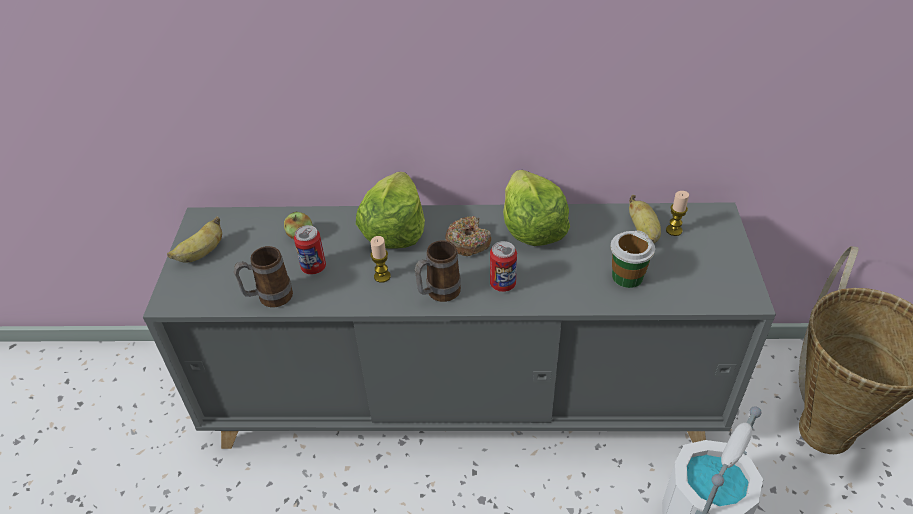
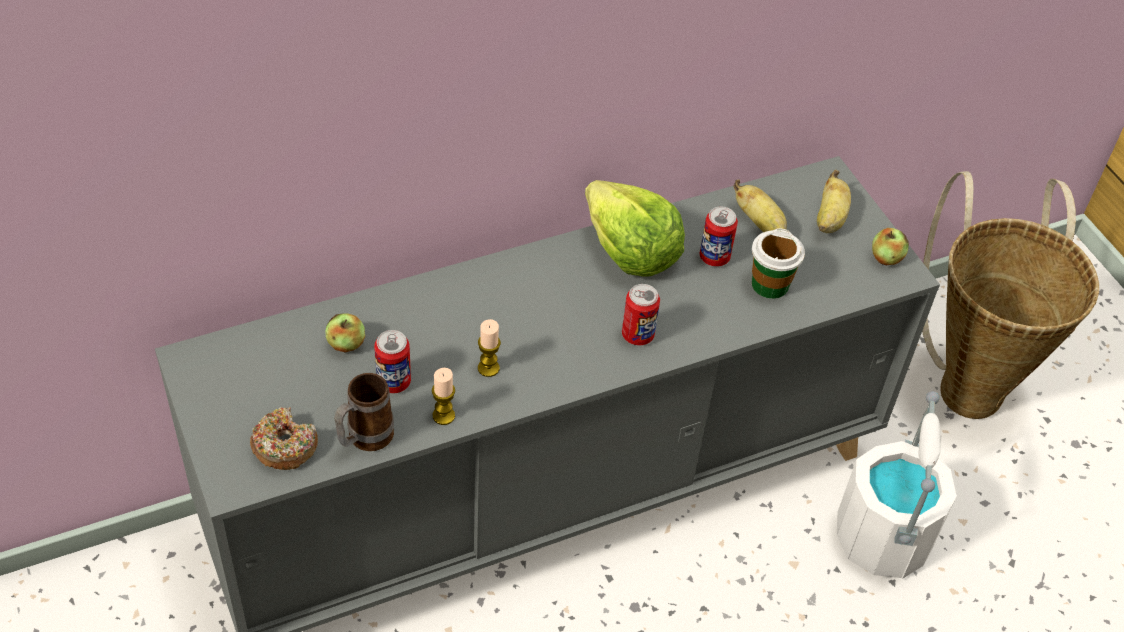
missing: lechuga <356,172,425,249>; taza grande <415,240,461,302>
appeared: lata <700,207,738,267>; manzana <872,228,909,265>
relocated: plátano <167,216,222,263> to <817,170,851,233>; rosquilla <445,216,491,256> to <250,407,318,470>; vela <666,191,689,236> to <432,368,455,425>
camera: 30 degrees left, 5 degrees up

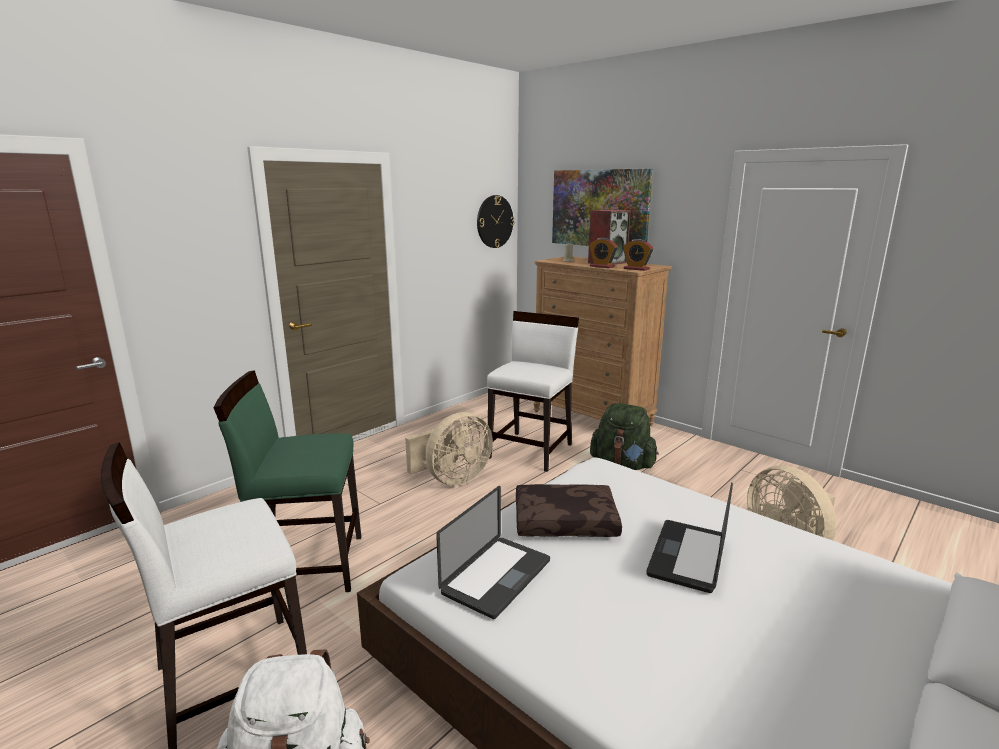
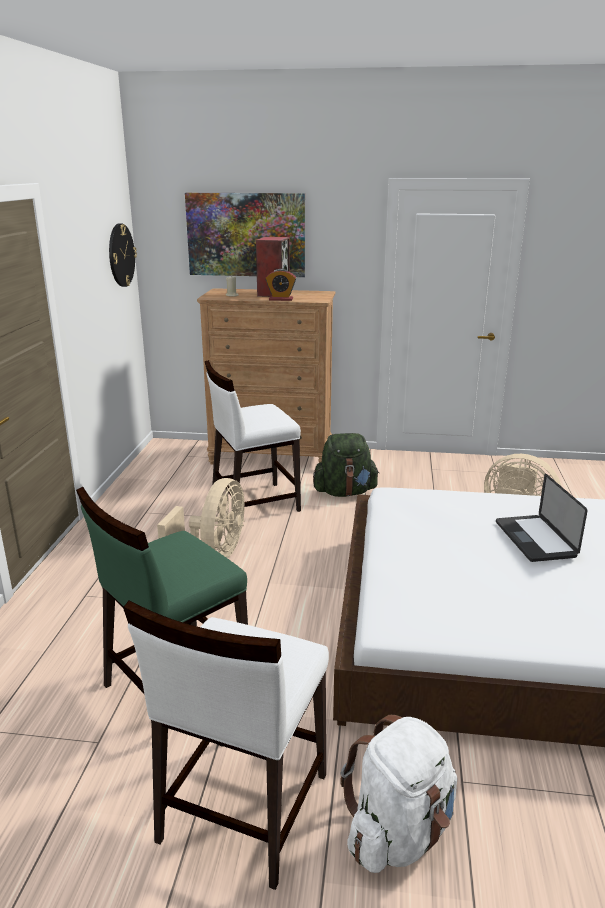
missing: portátil <436,486,550,619>; cojín [marrón] <516,484,622,537>; despertador <623,239,653,271>
spun: silla [blanco] <487,311,579,472> = <205,360,301,512> 105 degrees counterclockwise
camera: 35 degrees left, 5 degrees up

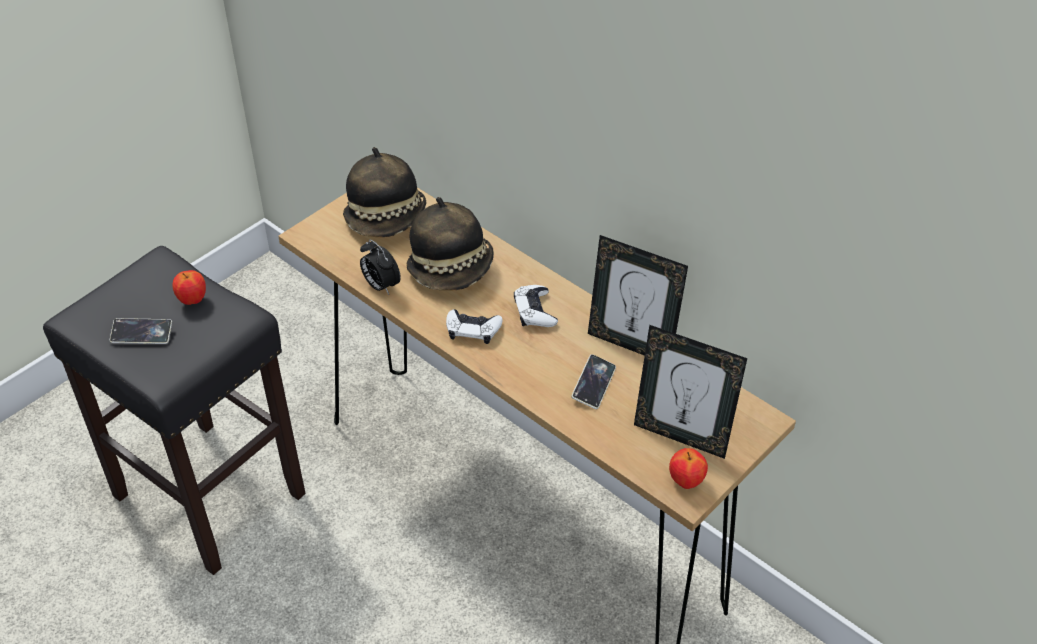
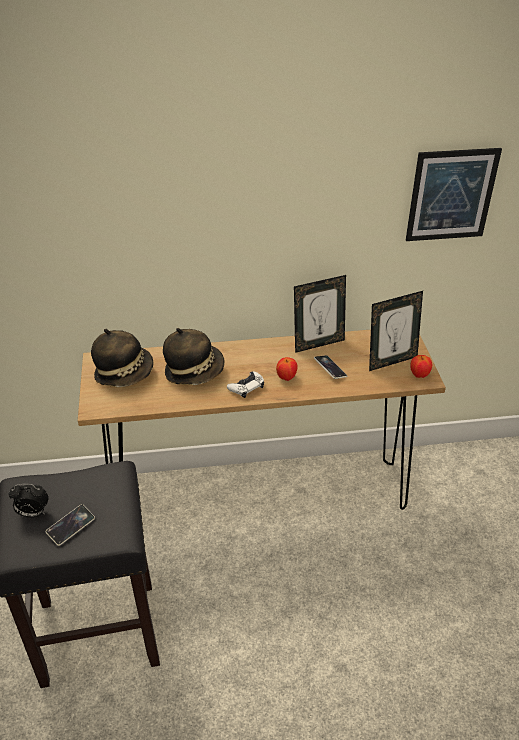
missing: mando de consola [blanco] <514,285,558,327>
appeared: cuadro <406,148,502,241>
relocated: manzana <172,270,206,305> to <276,357,298,381>; despertador <360,240,401,295> to <9,484,49,518>
camera: 50 degrees left, 5 degrees down

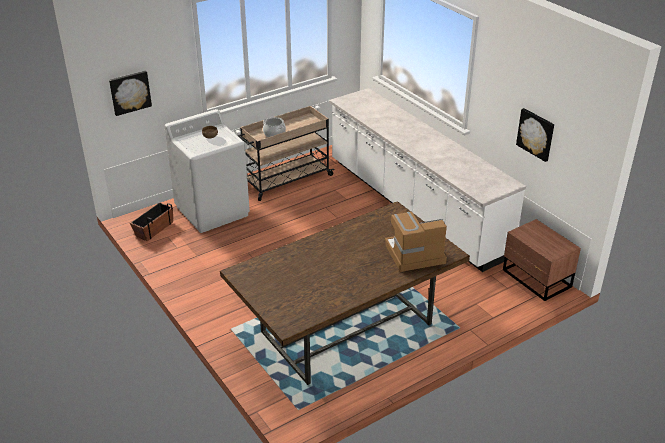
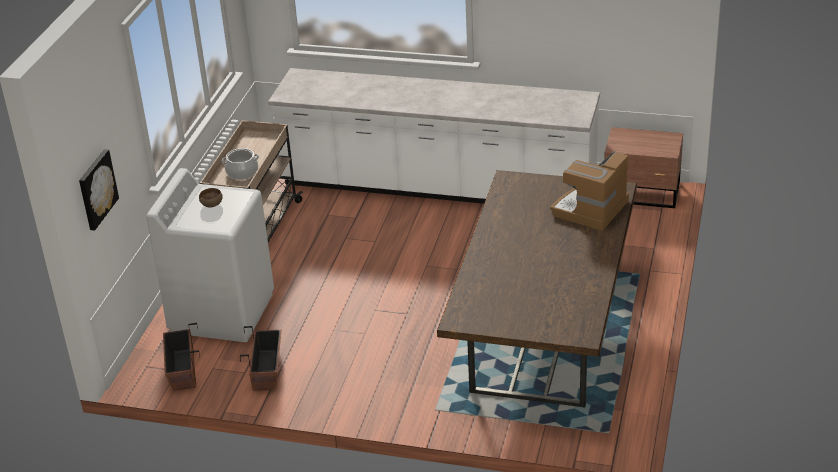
missing: cuadro <516,108,554,162>
appeared: maceta <240,326,282,391>
camera: 40 degrees left, 0 degrees up

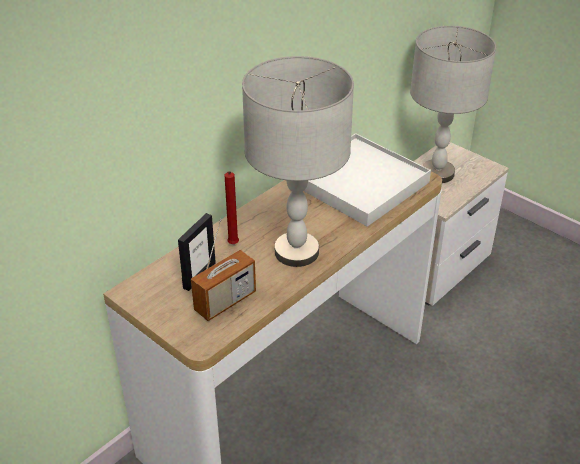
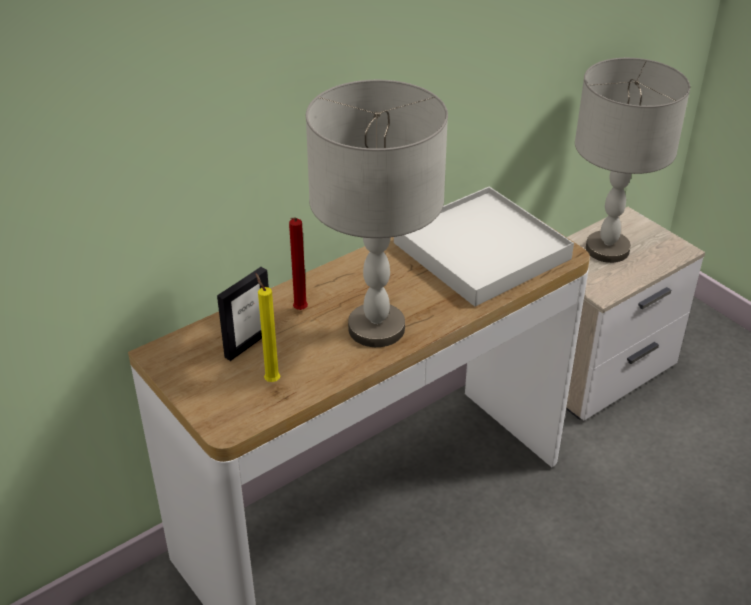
exchanged: radio <191,219,256,321> to vela [amarillo] <256,273,280,382>
camera: 10 degrees right, 0 degrees up

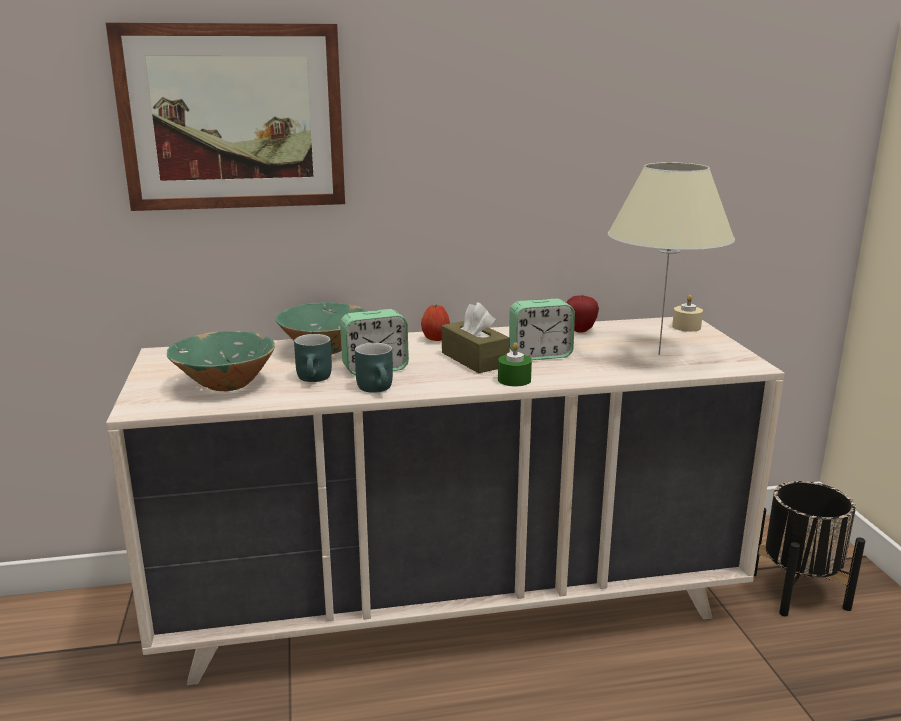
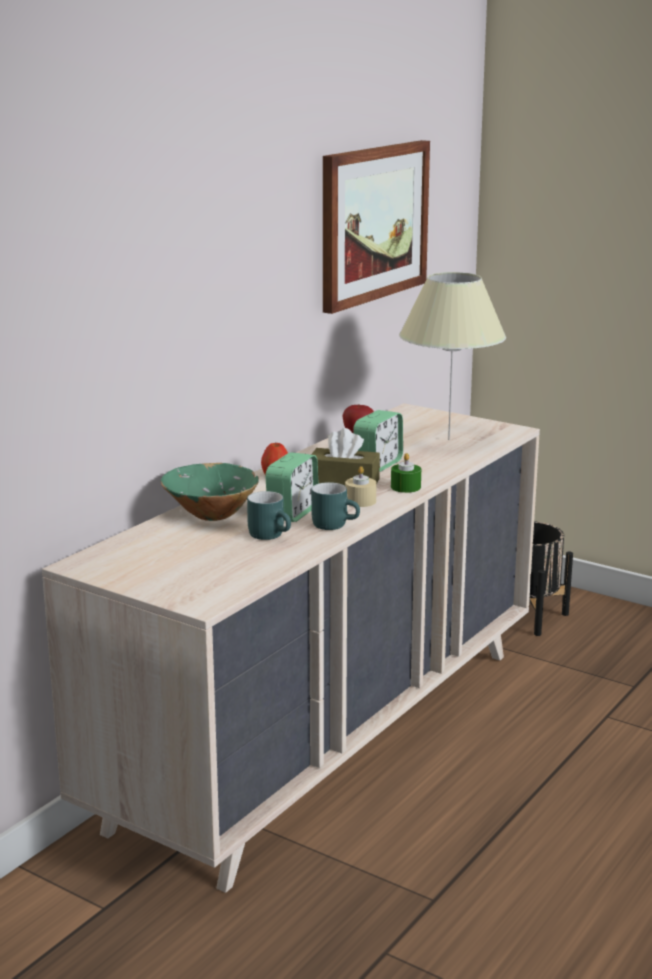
missing: cuenco [verde] <167,331,275,391>
relocated: cuadro <106,23,345,211> to <323,140,430,314>; vela [beis] <672,295,703,332> to <345,466,376,507>
camera: 45 degrees left, 0 degrees up

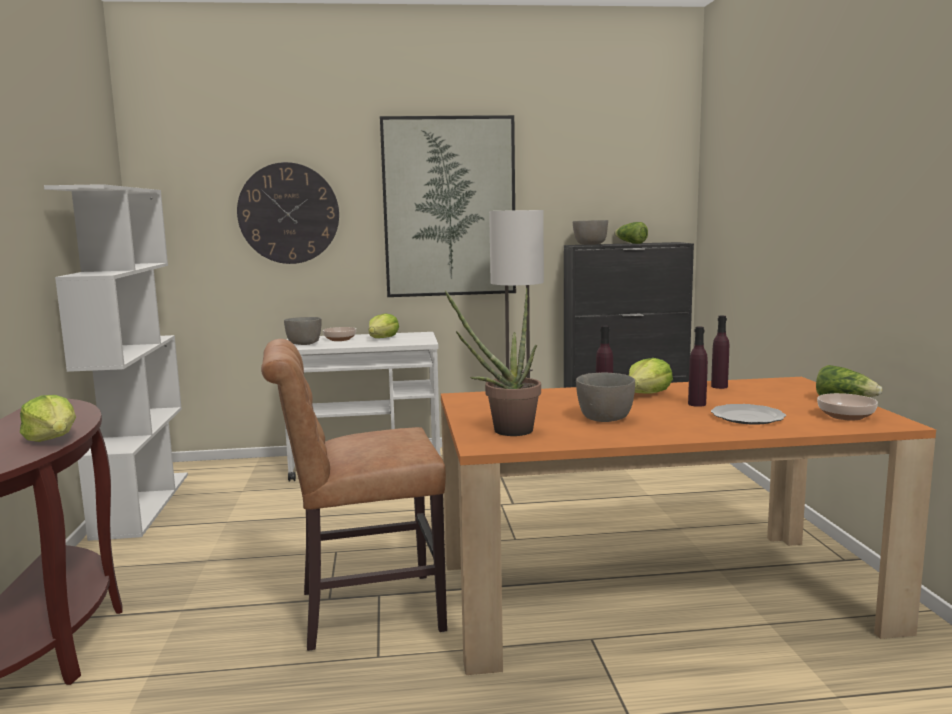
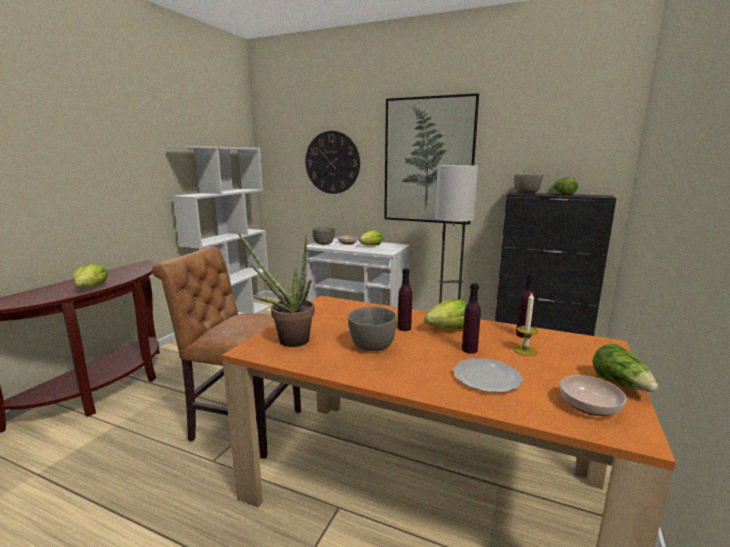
appeared: vela <513,293,538,356>
camera: 30 degrees right, 5 degrees up

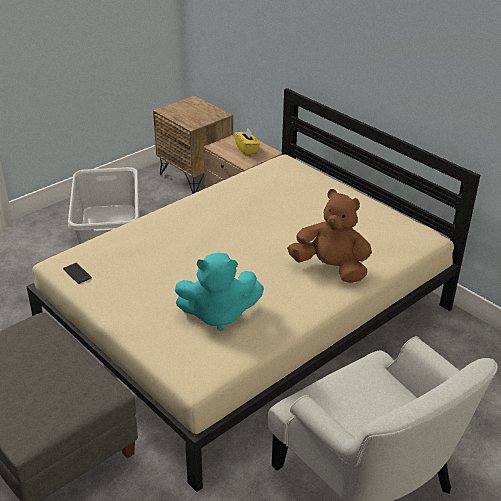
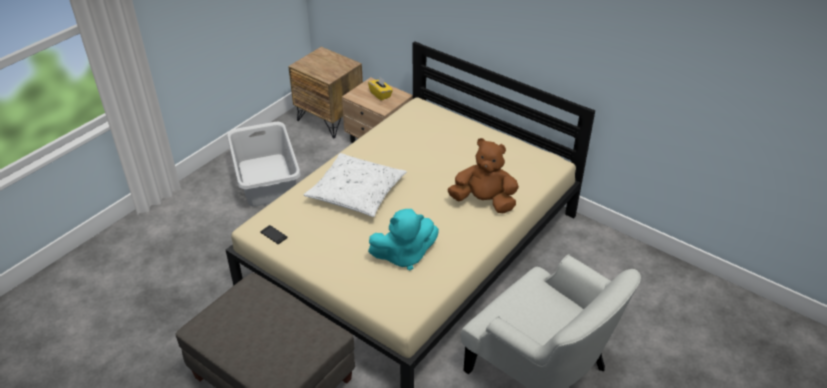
appeared: cojín [blanco] <303,153,407,217>
camera: 10 degrees left, 5 degrees up

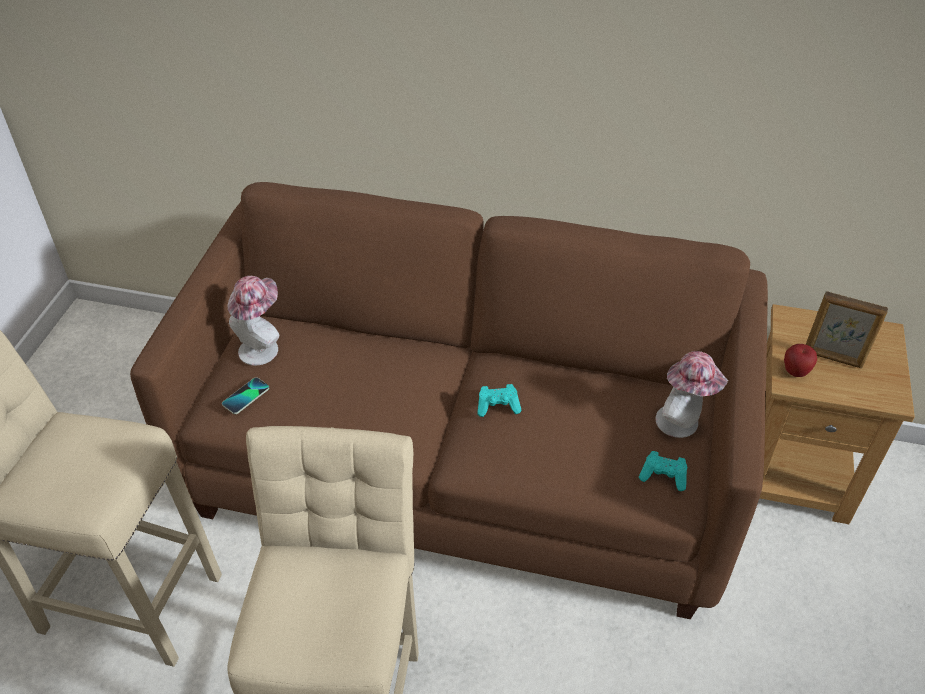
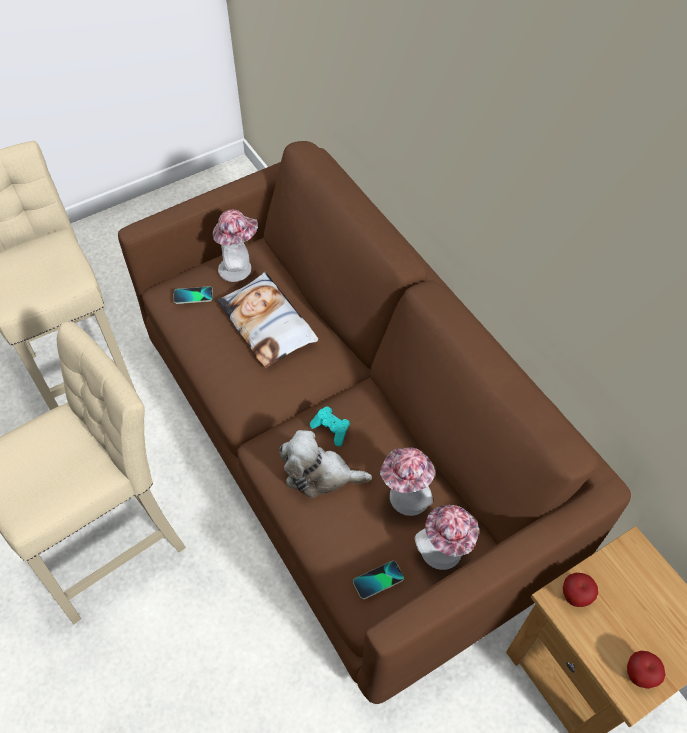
missing: portarretratos <806,291,888,368>
appeared: cojín <217,272,318,368>; peluche <280,430,372,498>; sombrero <380,447,435,516>; manzana <627,651,666,689>
exchanged: mando de consola [turquesa] <639,451,687,491> to móvil <353,561,404,599>
camera: 45 degrees right, 10 degrees up

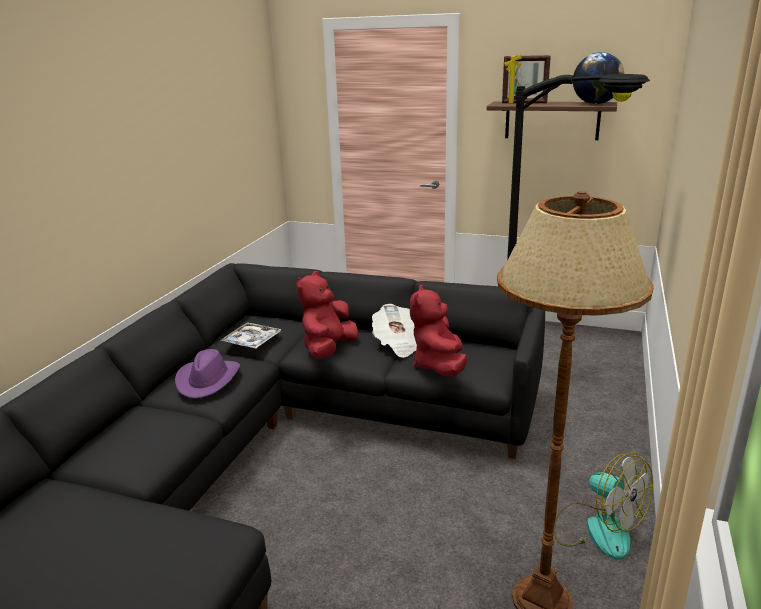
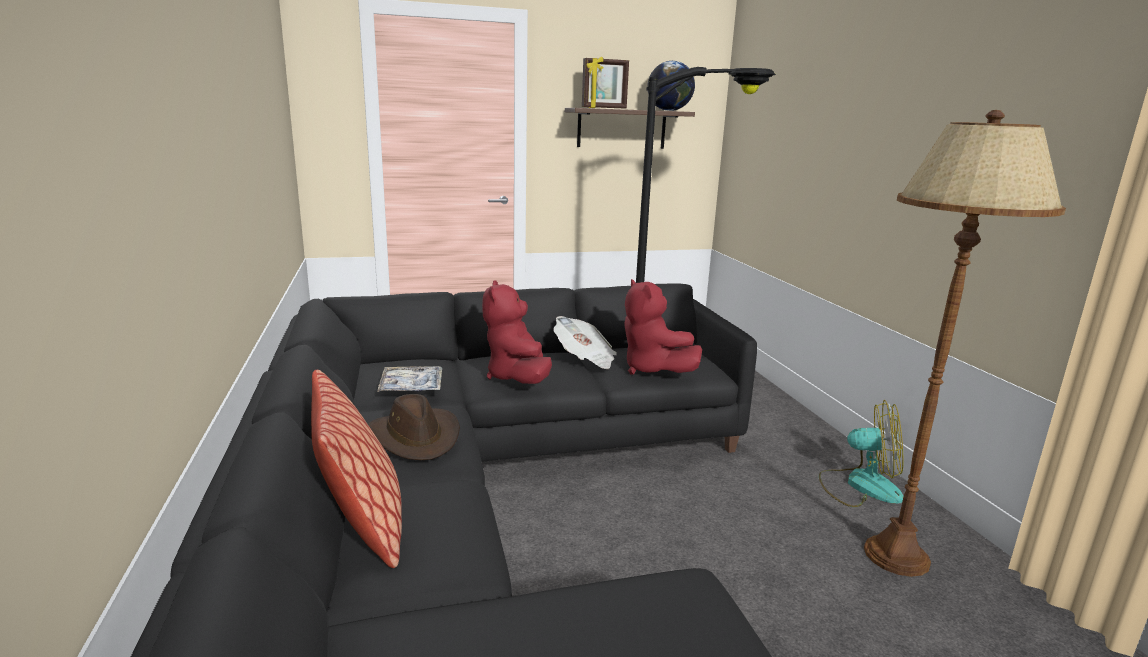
appeared: cojín <311,370,402,568>
colour: sombrero [morado] <175,349,240,399> to sombrero [marrón] <368,394,460,460>
camera: 35 degrees left, 5 degrees down

